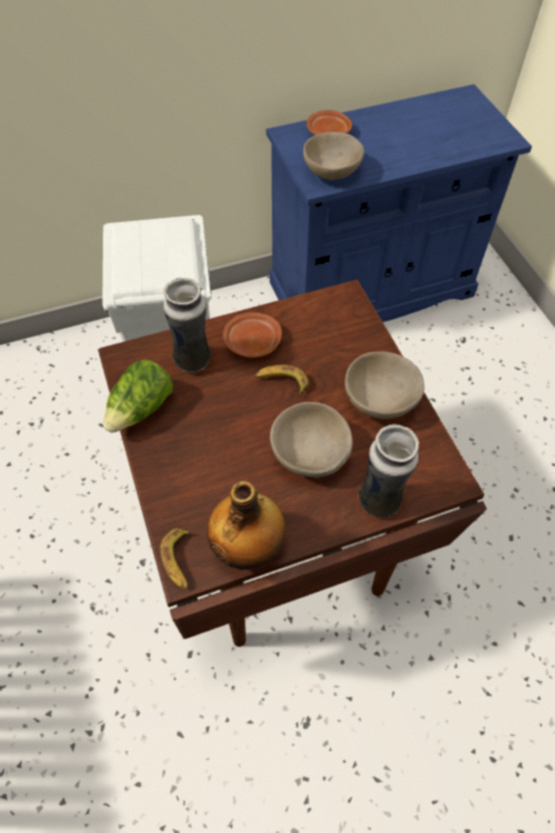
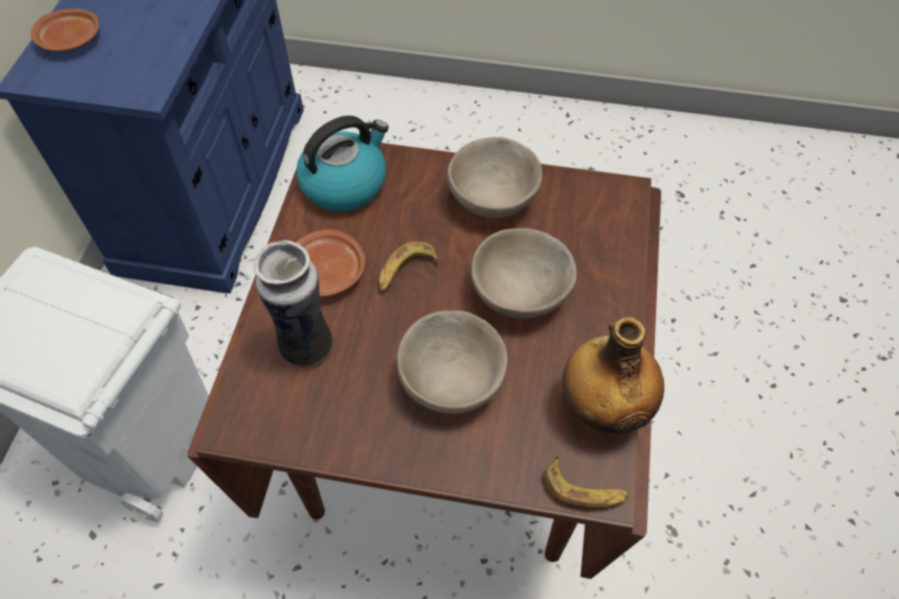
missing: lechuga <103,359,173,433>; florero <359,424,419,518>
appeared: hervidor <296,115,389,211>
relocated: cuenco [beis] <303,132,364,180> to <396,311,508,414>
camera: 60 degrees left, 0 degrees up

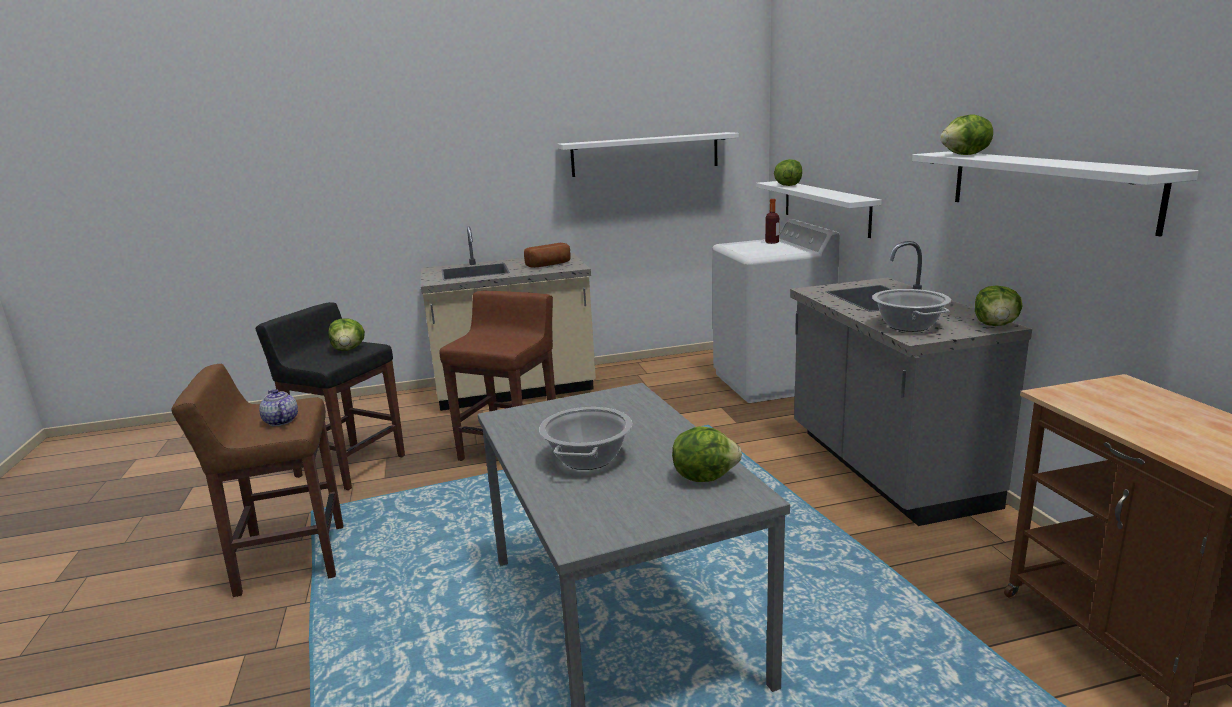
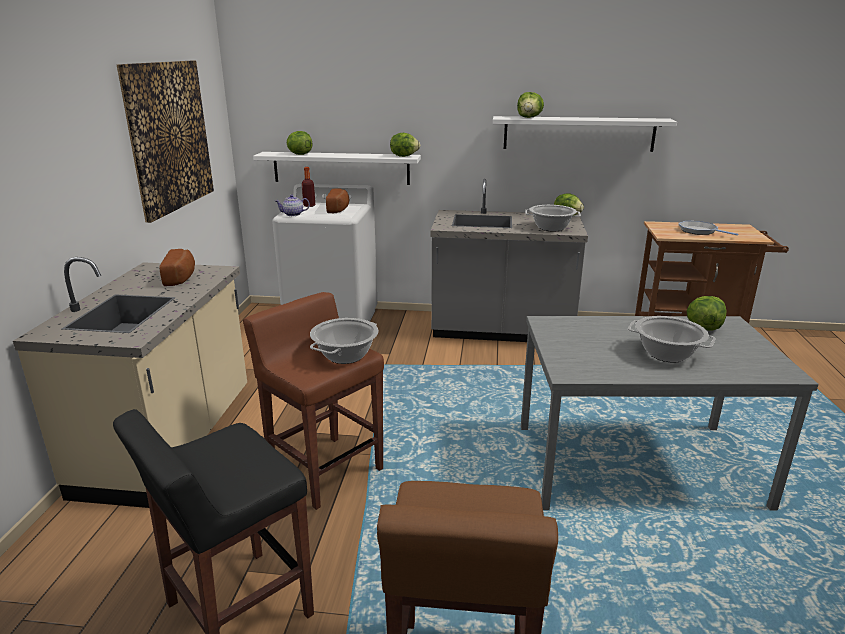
appeared: olla <310,318,379,364>; pan <326,189,349,213>; sartén <678,221,739,235>
relocated: tetera <259,389,298,426> to <275,195,310,216>; lechuga <328,319,365,351> to <390,133,420,157>
exchanged: estante [blanco] <558,132,739,177> to cuadro <117,60,214,223>
camera: 70 degrees left, 5 degrees up

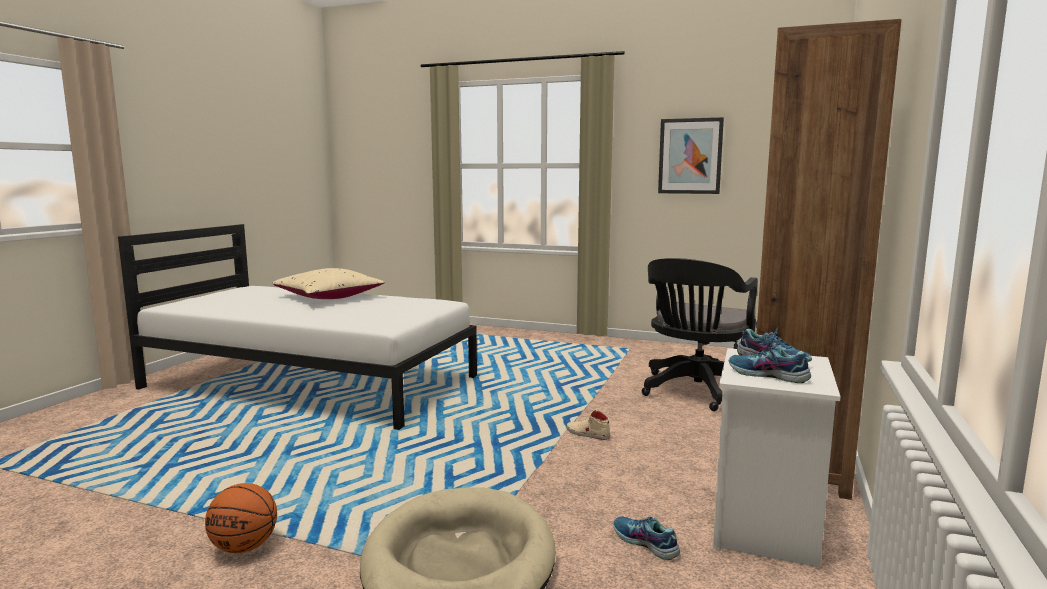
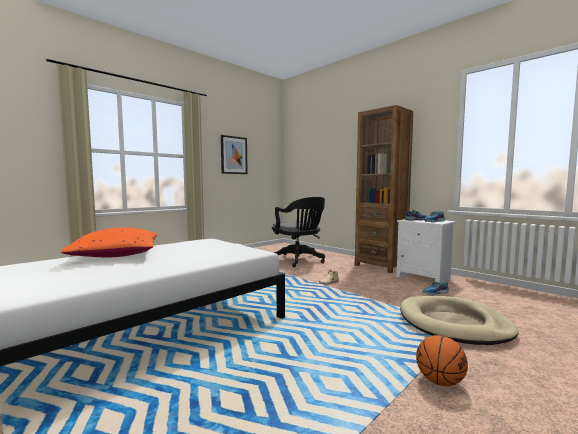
colour: cojín [beis] <272,268,385,299> to cojín [naranja] <61,228,157,257>
camera: 65 degrees left, 5 degrees down

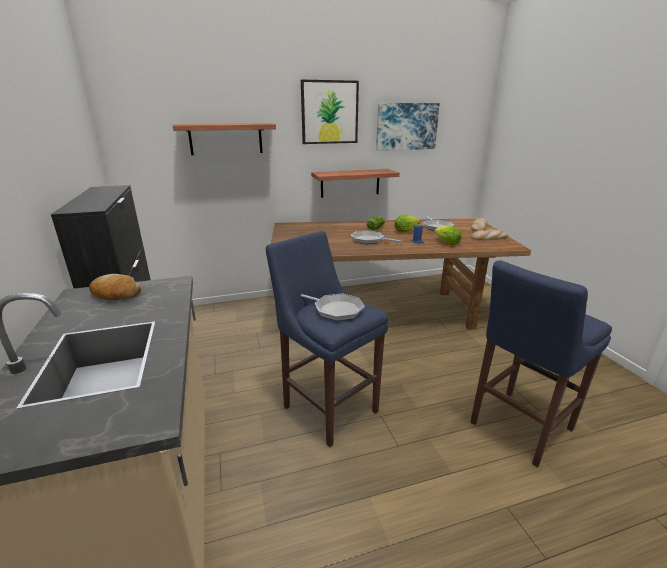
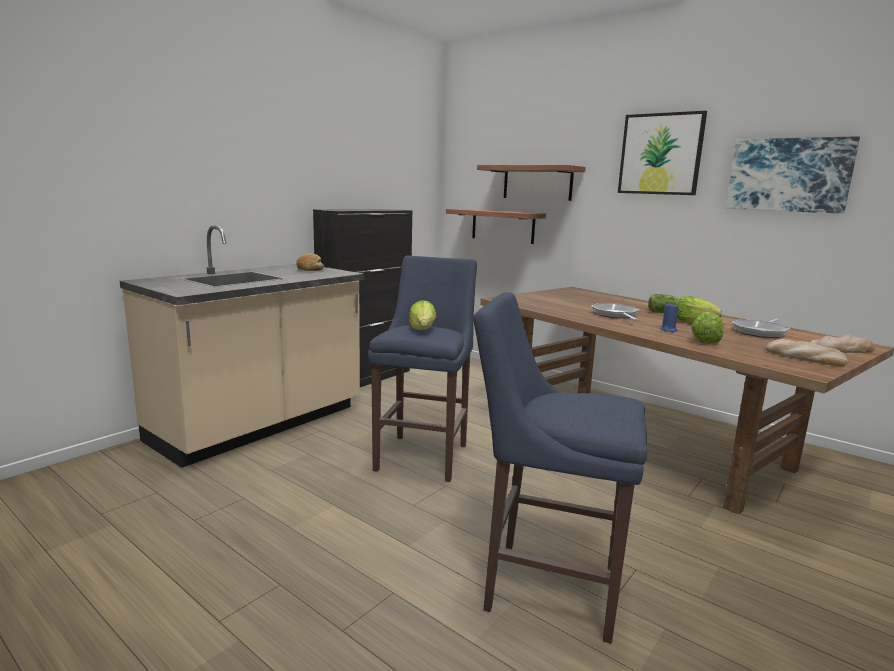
relocated: estante <311,169,400,198> to <446,209,546,244>
exchanged: sartén <301,293,364,321> to lechuga <409,300,437,330>
camera: 55 degrees right, 10 degrees down

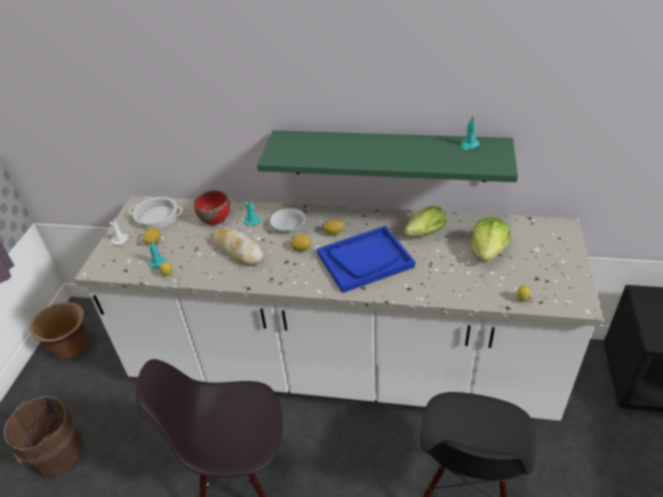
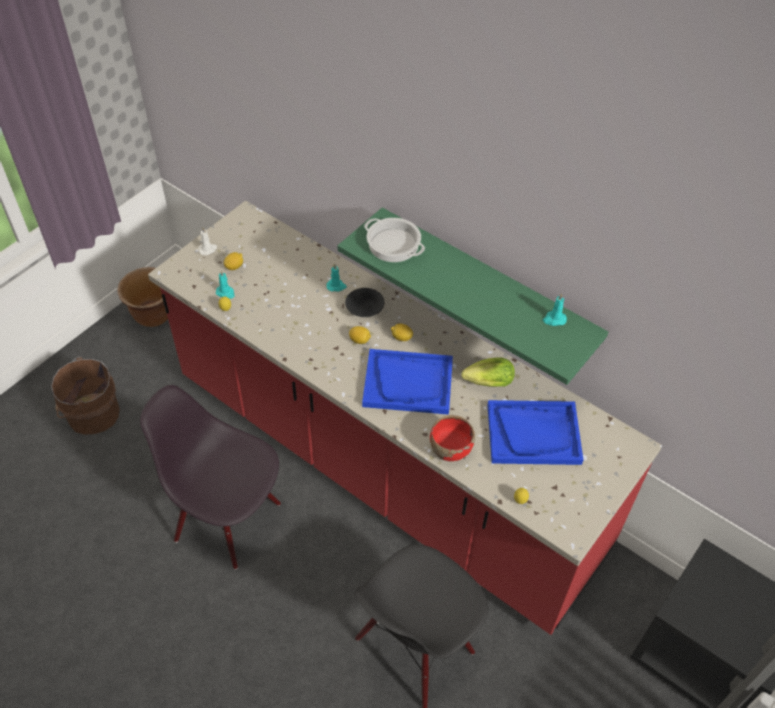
missing: pan <212,227,263,265>
relocated: olla <128,197,183,230> to <364,218,425,262>; cuenco [rojo] <194,190,230,225> to <430,415,475,461>
exchanged: lechuga <470,217,510,262> to bandeja [azul] <487,400,583,465>
colour: mueble bajo de cocina [blanco] <74,196,603,421> to mueble bajo de cocina [rojo] <148,201,662,635>; cuenco [blanco] <270,208,306,232> to cuenco [negro] <345,288,384,317>
camera: 25 degrees right, 10 degrees up

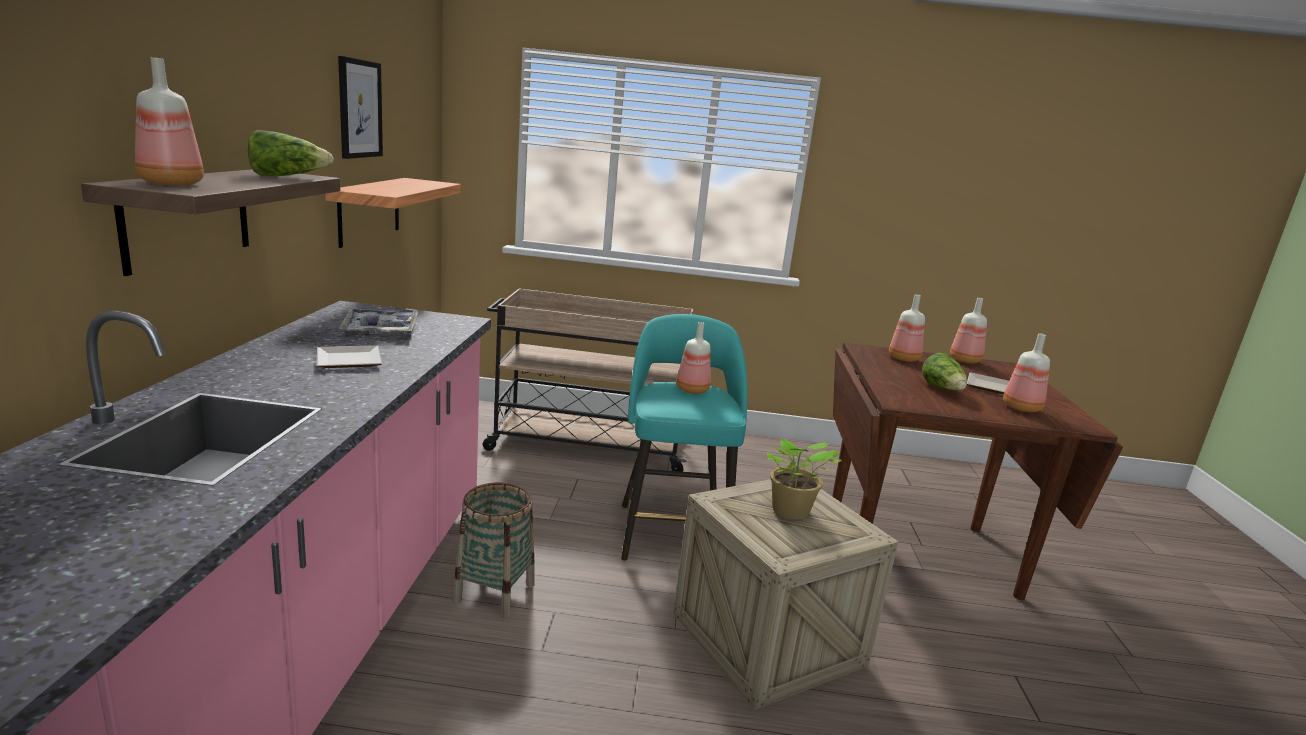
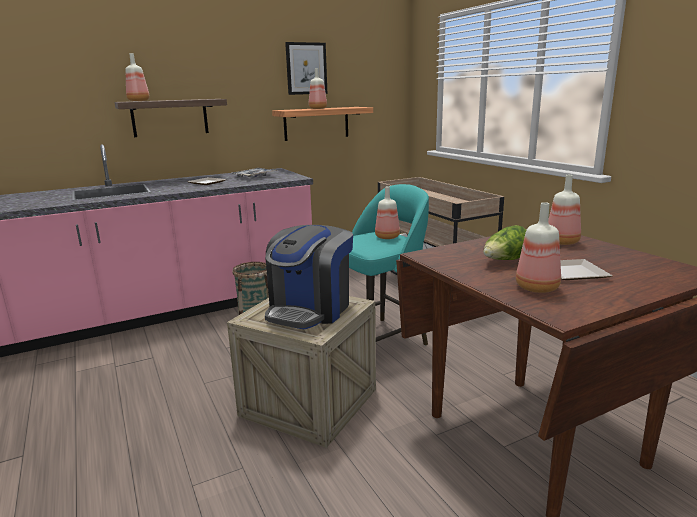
missing: lechuga <248,130,334,176>
relocated: botella <950,298,987,364> to <309,68,327,109>
exchanged: planta en maceta <767,439,841,520> to cafetera <265,225,353,329>
camera: 60 degrees right, 0 degrees up

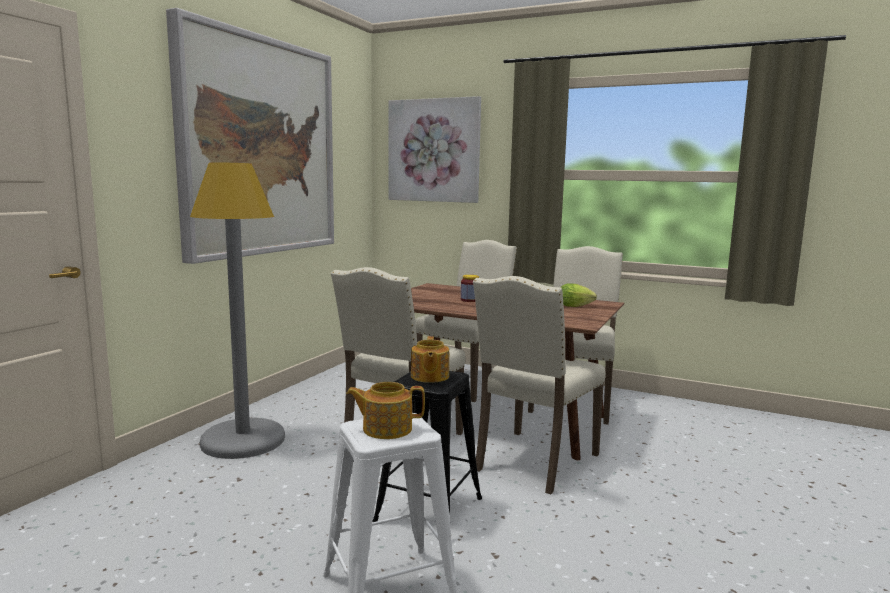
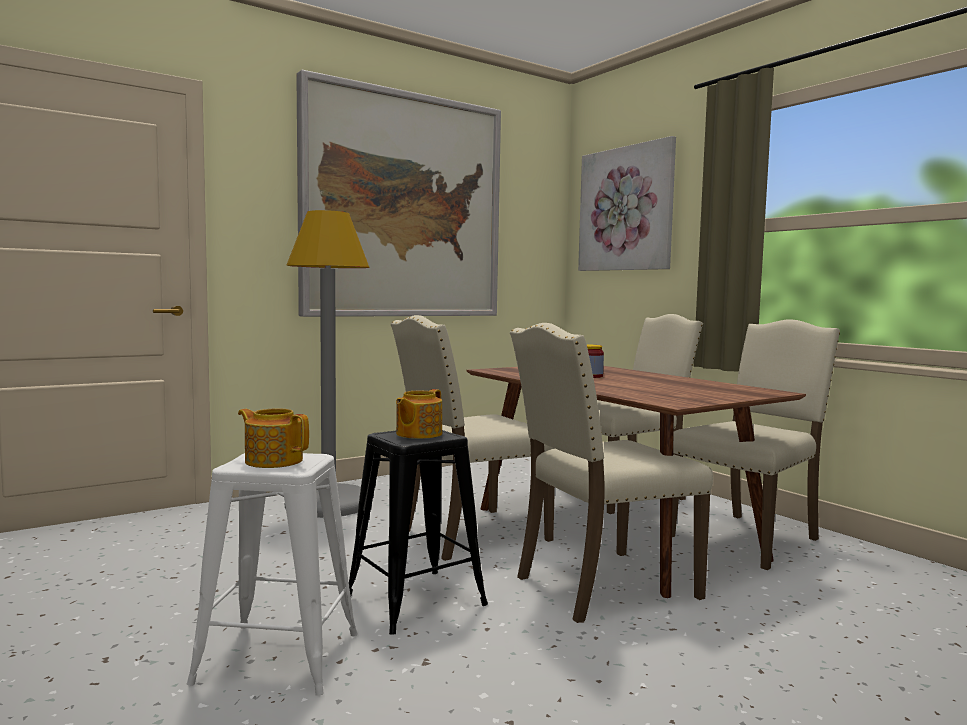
missing: lechuga <560,283,597,307>
camera: 30 degrees right, 5 degrees down

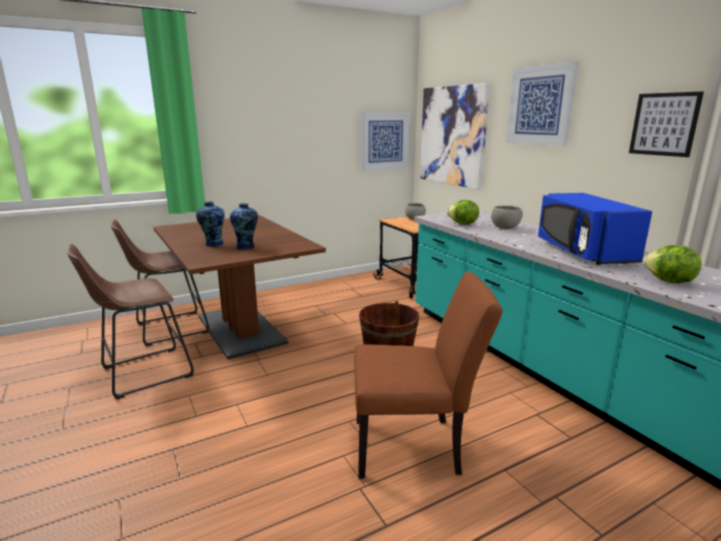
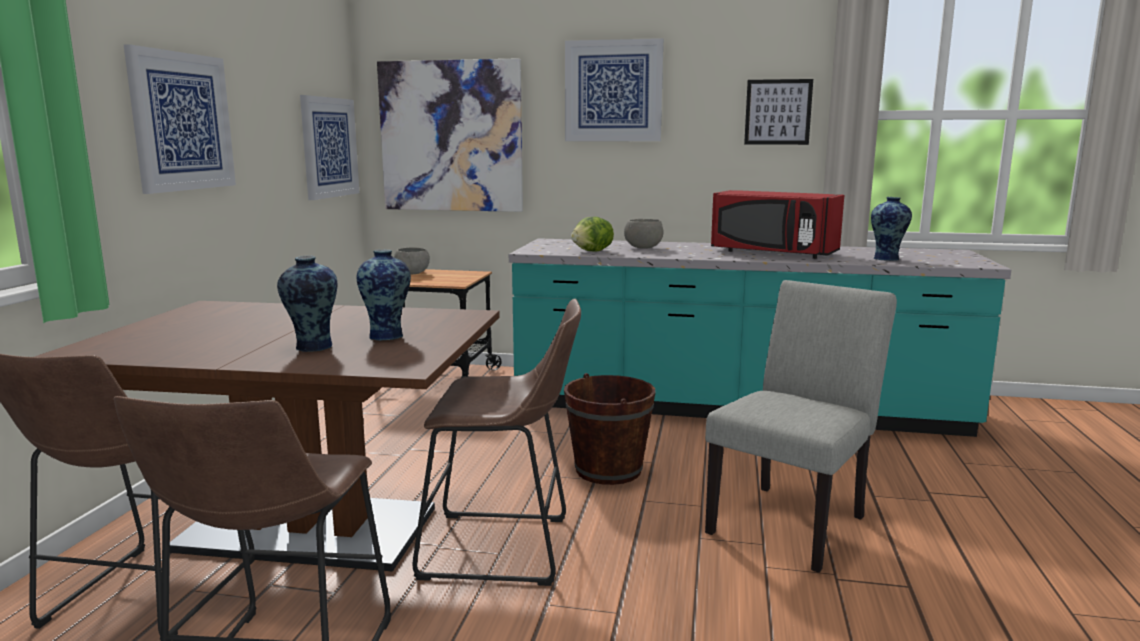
appeared: cuadro <124,44,236,194>; taburete [marrón] <412,299,581,586>
exchanged: lechuga <643,245,702,283> to florero <871,197,912,261>
colour: silla [marrón] <354,272,502,479> to silla [gris] <705,280,897,573>; microondas [azul] <538,193,652,265> to microondas [rojo] <711,190,844,259>
camera: 50 degrees left, 5 degrees down

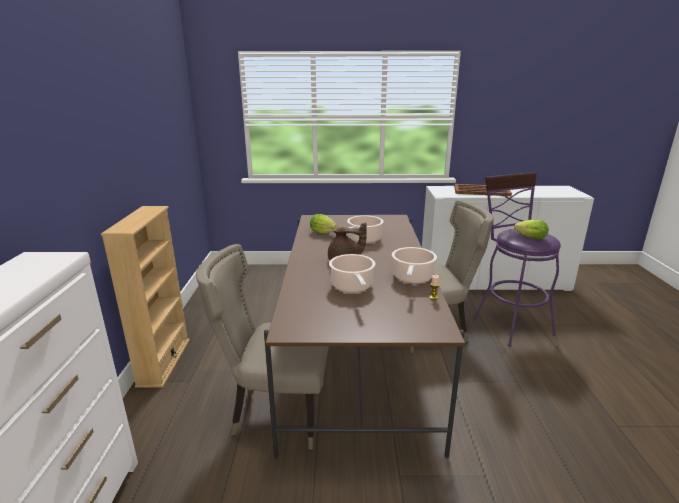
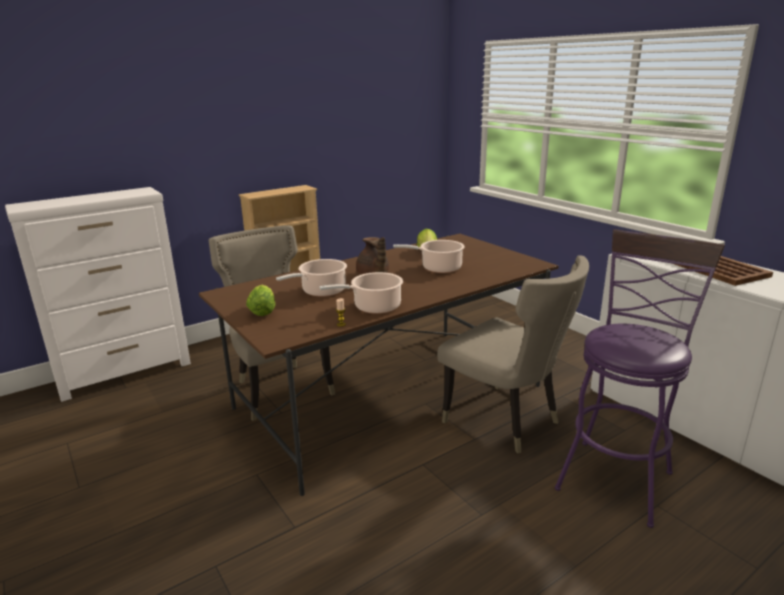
relocated: lechuga <514,219,549,239> to <246,284,275,316>
camera: 55 degrees right, 0 degrees up

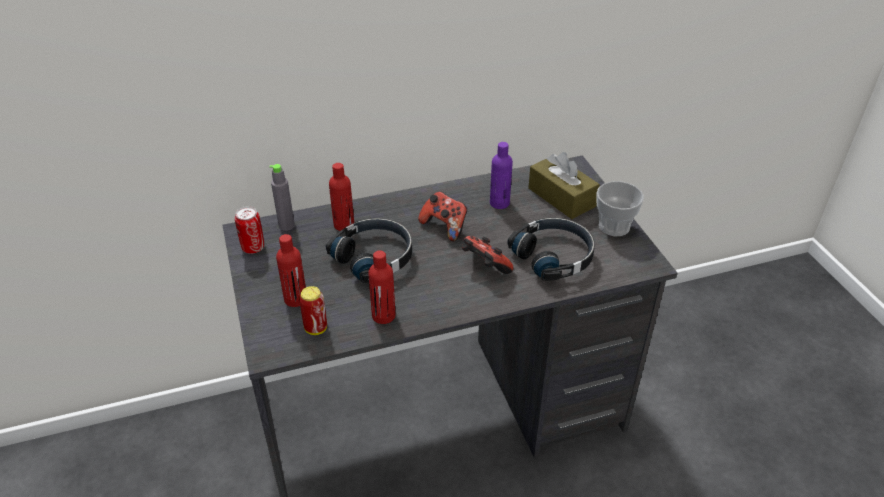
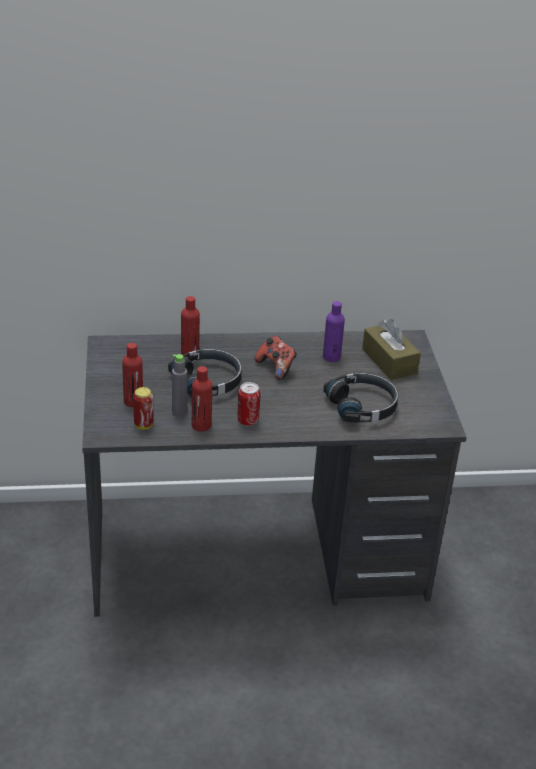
missing: mando de consola <462,236,514,274>; taza <596,181,644,236>
relocated: lata <235,206,264,254> to <238,382,260,426>; botella [gris] <269,164,295,231> to <172,354,187,417>
camera: 10 degrees right, 5 degrees down

